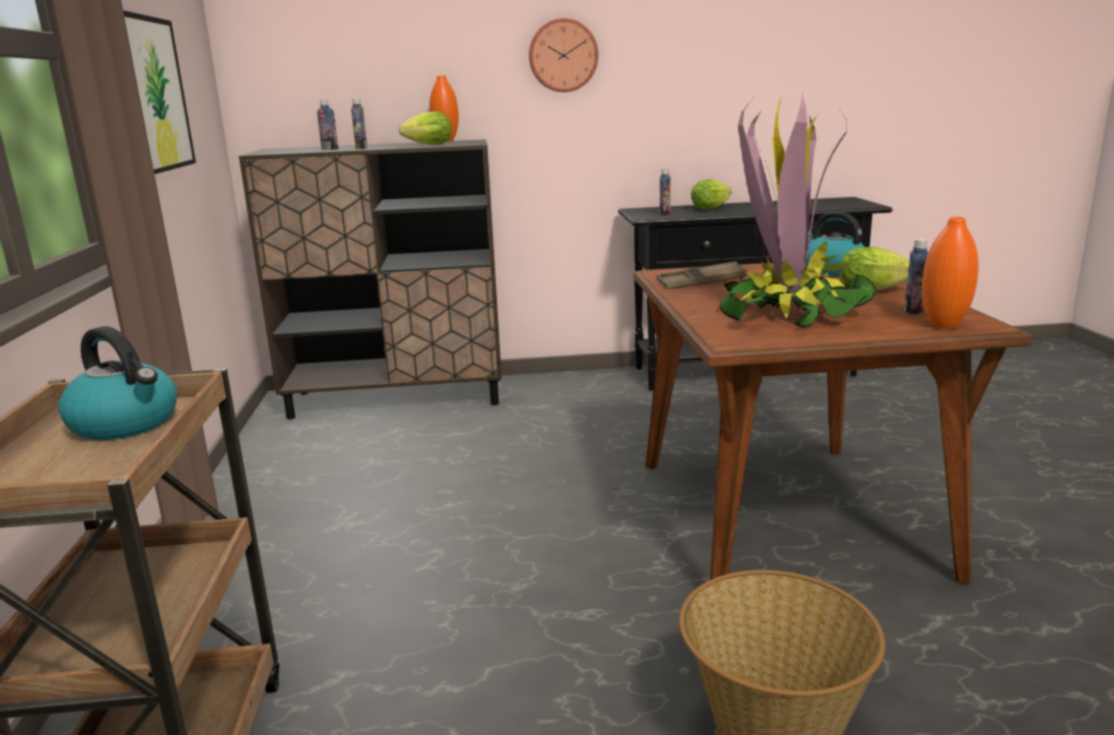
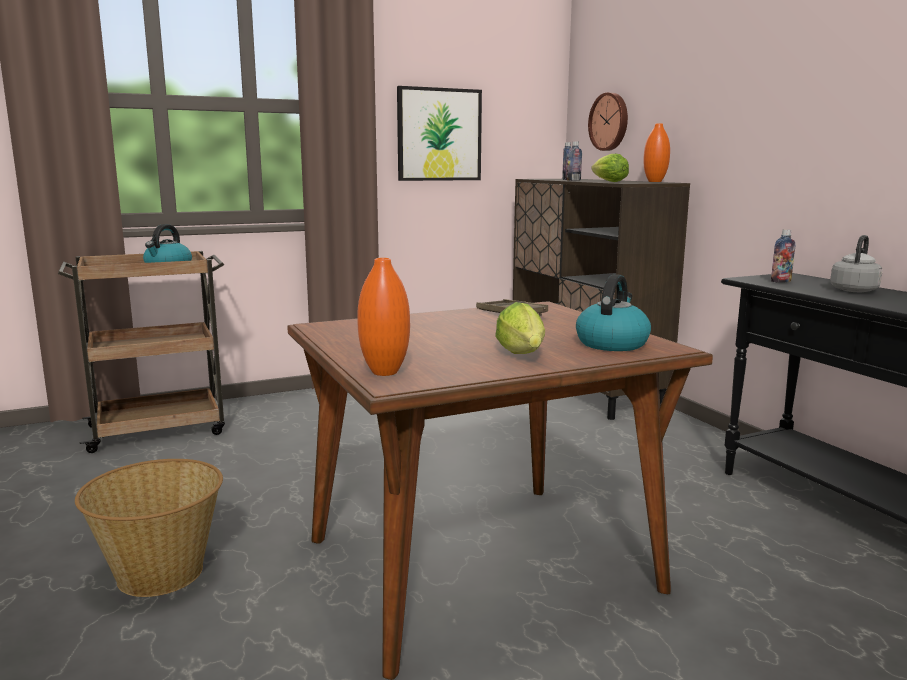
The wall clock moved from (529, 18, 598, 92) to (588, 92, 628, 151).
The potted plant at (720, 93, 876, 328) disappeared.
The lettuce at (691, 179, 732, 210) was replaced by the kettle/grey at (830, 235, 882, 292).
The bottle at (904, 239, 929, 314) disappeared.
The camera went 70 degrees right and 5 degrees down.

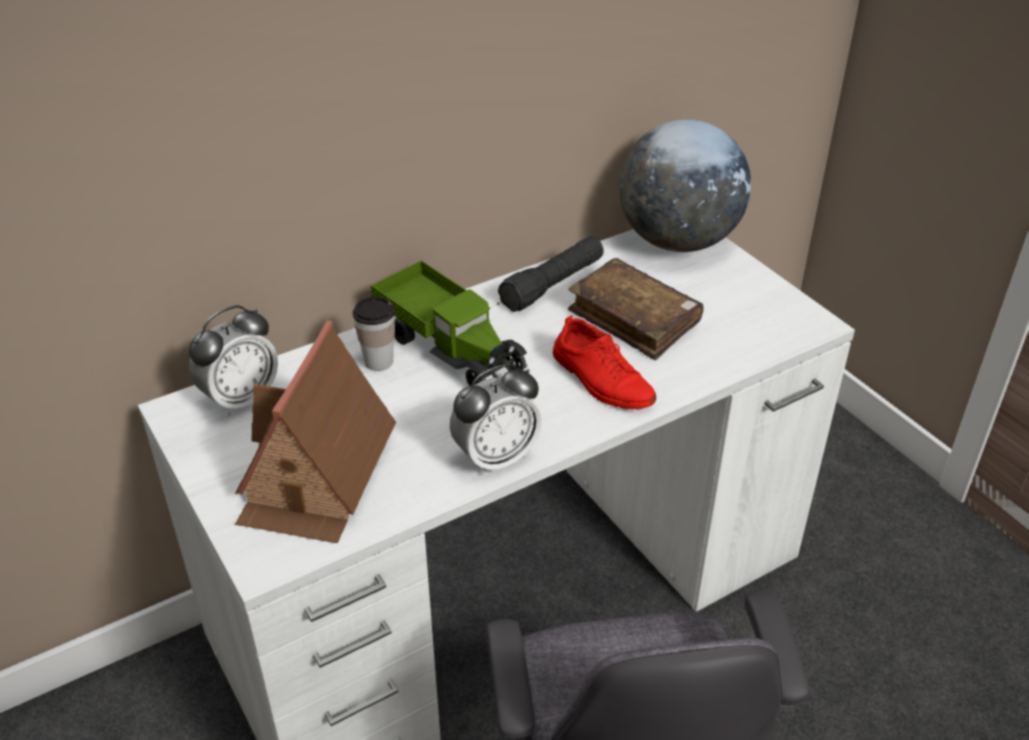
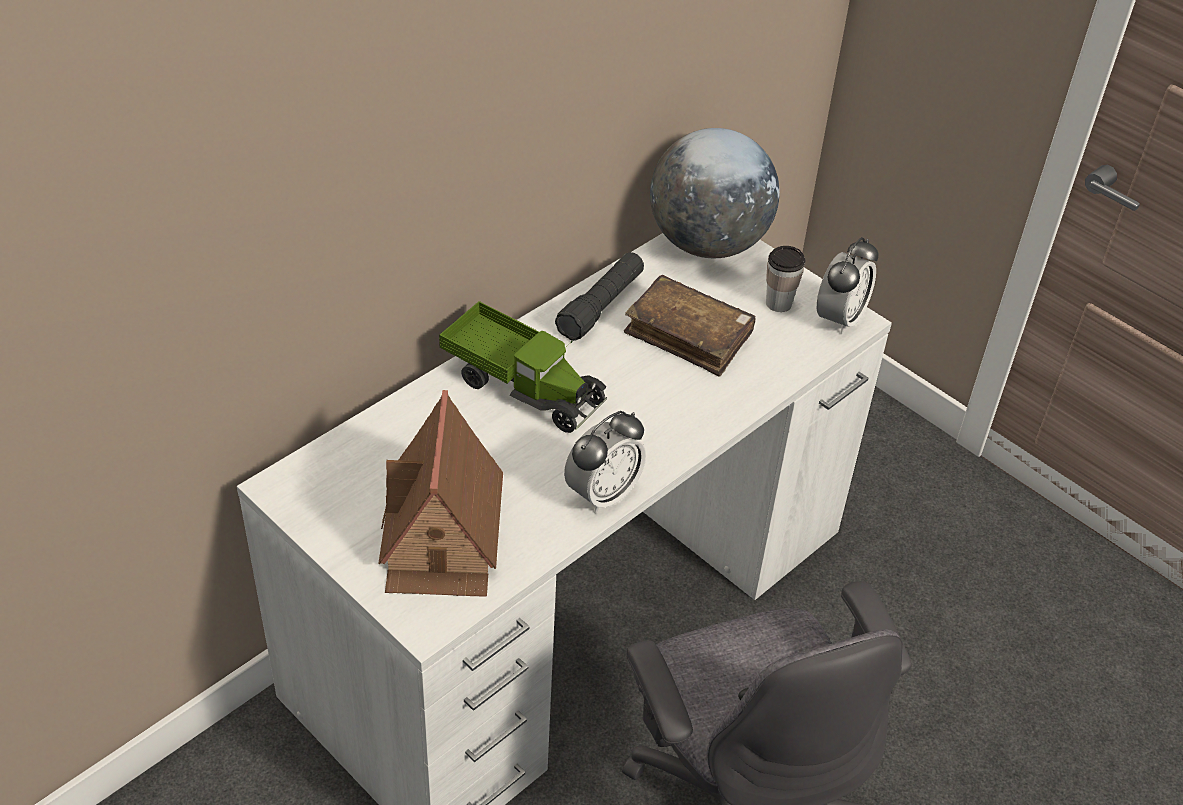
The cup moved from (353, 296, 395, 371) to (766, 246, 805, 312).
The alarm clock moved from (189, 305, 278, 416) to (817, 237, 879, 334).
The shoe/red at (553, 315, 656, 409) disappeared.
The camera went 15 degrees left and 5 degrees up.

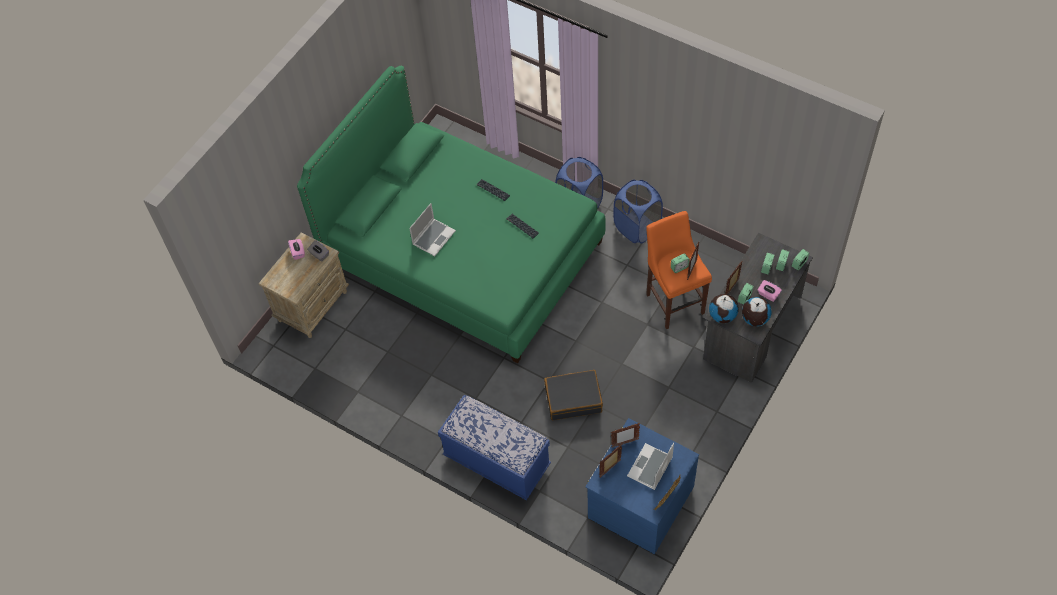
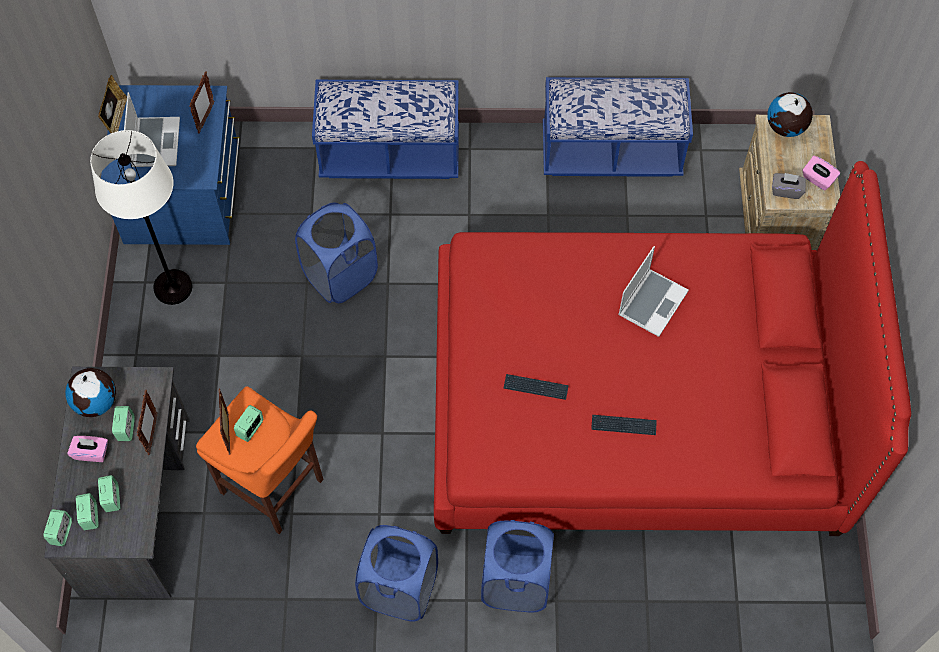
The bed/green at (297, 66, 606, 363) became the bed/red at (434, 161, 911, 536).
The laptop at (409, 203, 456, 256) turned 150 degrees counterclockwise.
The globe moved from (709, 294, 739, 323) to (767, 92, 813, 137).
The suitcase/black at (544, 370, 603, 420) was replaced by the laundry basket/blue at (295, 202, 378, 303).
The picture frame at (611, 423, 640, 447) disappeared.
The bench/blue at (543, 77, 693, 177) appeared.
The floor lamp/white at (90, 130, 192, 305) appeared.
The camera went 145 degrees right and 5 degrees up.

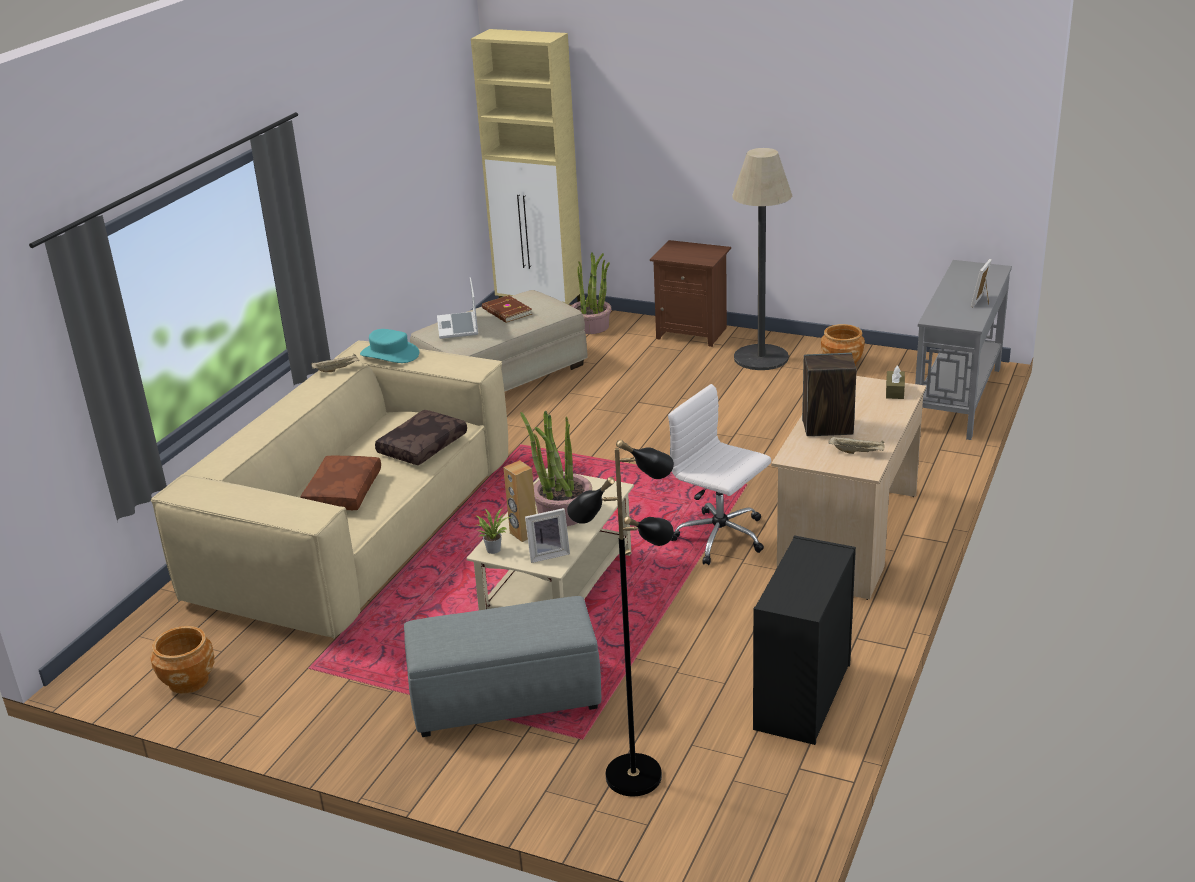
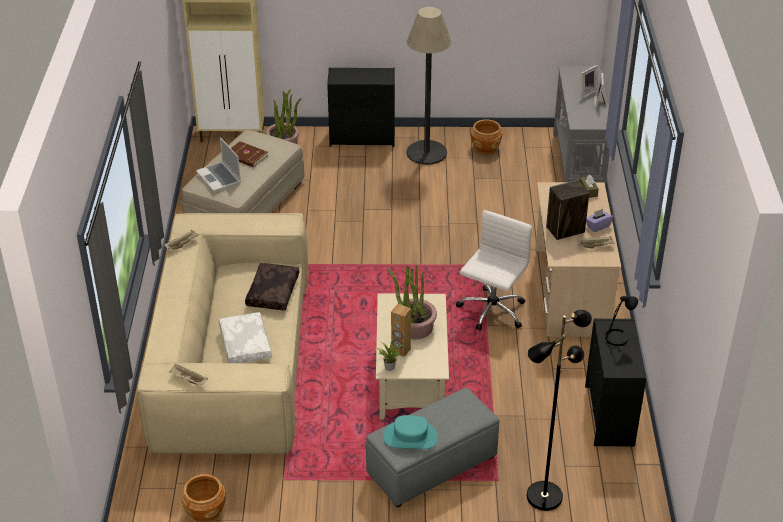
The nightstand/brown at (650, 240, 731, 347) was replaced by the dresser/black at (327, 67, 395, 147).
The hat/turquoise moved from (360, 329, 419, 363) to (383, 415, 438, 449).
The office chair/white at (668, 384, 771, 565) turned 105 degrees clockwise.
The pillow/brown at (300, 456, 381, 510) became the pillow/white at (219, 312, 272, 363).
The picture frame moved from (525, 508, 570, 563) to (581, 65, 598, 98).
The tissue box/purple at (586, 209, 613, 232) appeared.
The table lamp/black at (605, 296, 638, 349) appeared.
The tray/beige at (169, 364, 208, 385) appeared.
The camera went 25 degrees left and 10 degrees up.

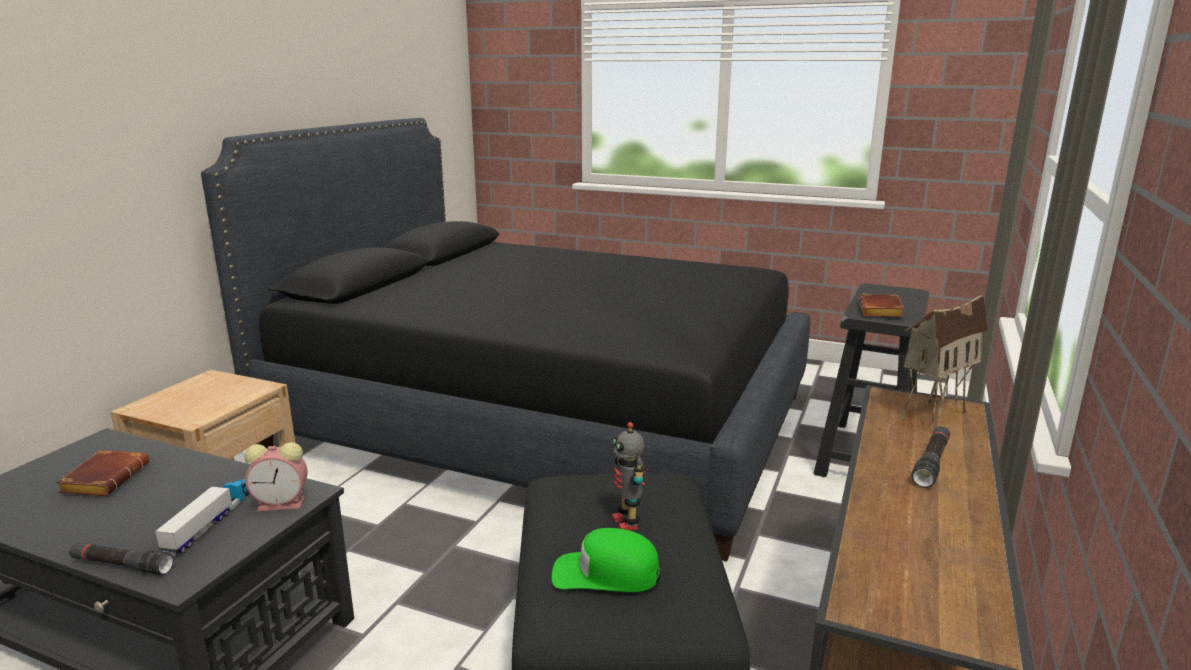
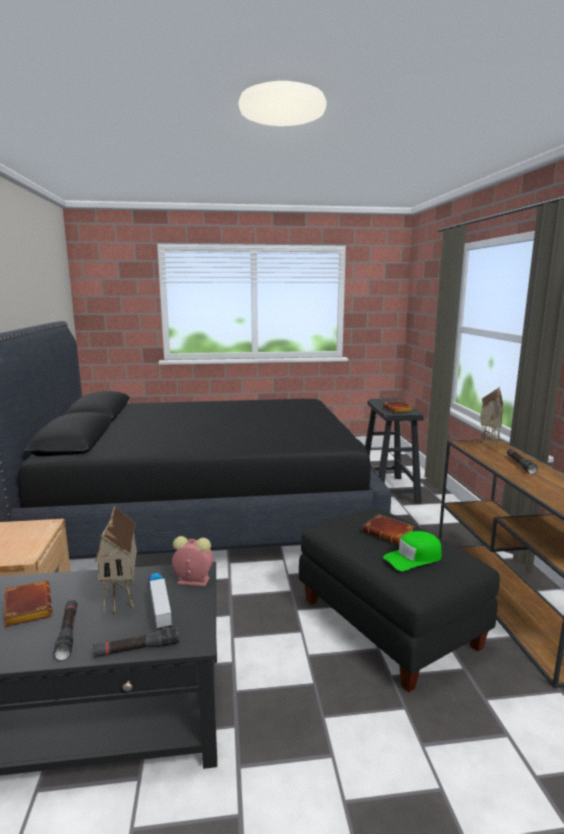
The toy robot at (612, 422, 646, 531) was replaced by the book/brown at (362, 514, 414, 545).
The alarm clock at (244, 442, 308, 511) turned 135 degrees counterclockwise.
The toy house at (95, 505, 137, 615) appeared.
The flashlight/black at (54, 600, 77, 661) appeared.
The camera went 30 degrees left and 5 degrees down.

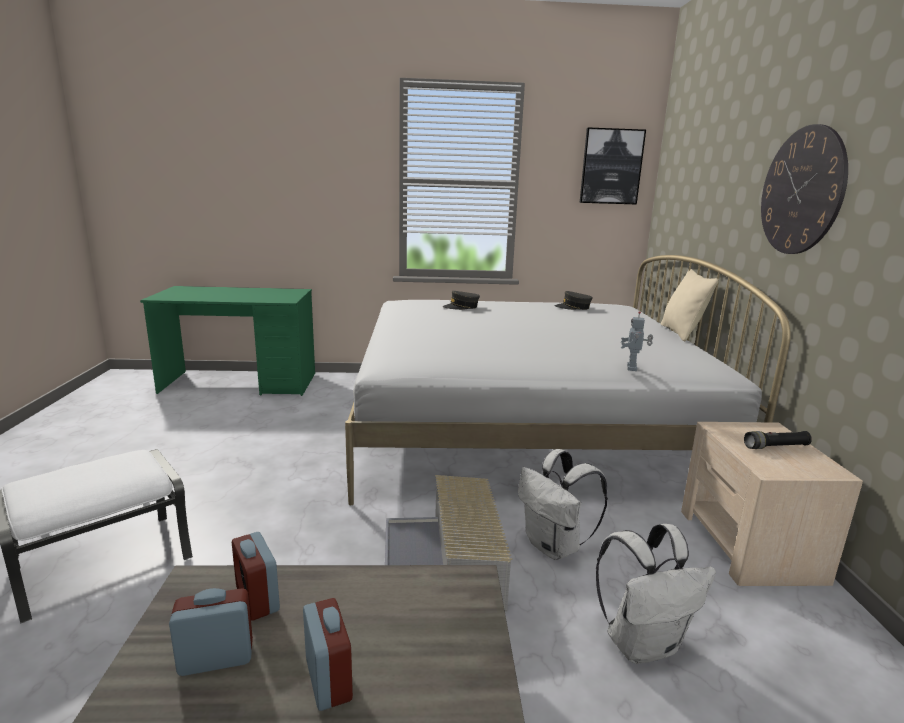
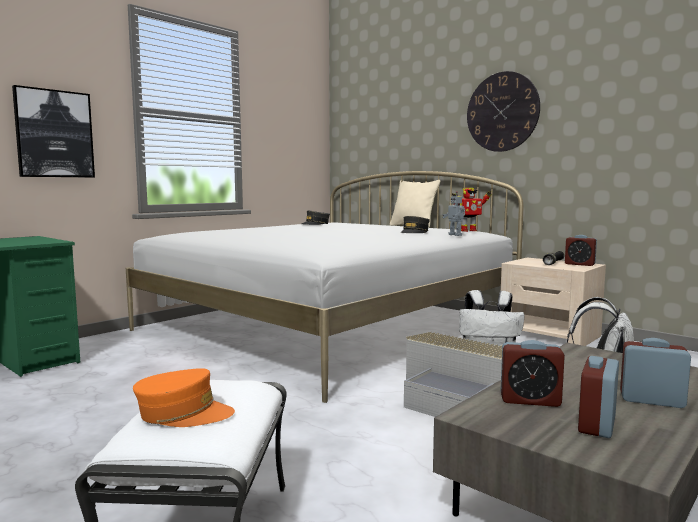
The picture moved from (580, 127, 646, 205) to (12, 85, 95, 178).
The cap/grey moved from (443, 291, 480, 310) to (401, 216, 430, 233).
The toy robot at (452, 188, 492, 232) appeared.
The alarm clock at (565, 235, 597, 266) appeared.
The cap/orange at (133, 368, 235, 427) appeared.
The camera went 45 degrees left and 10 degrees down.

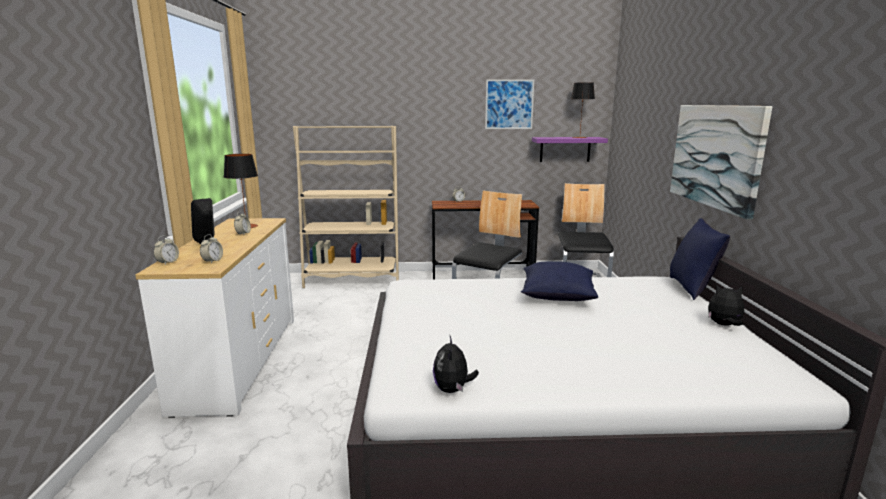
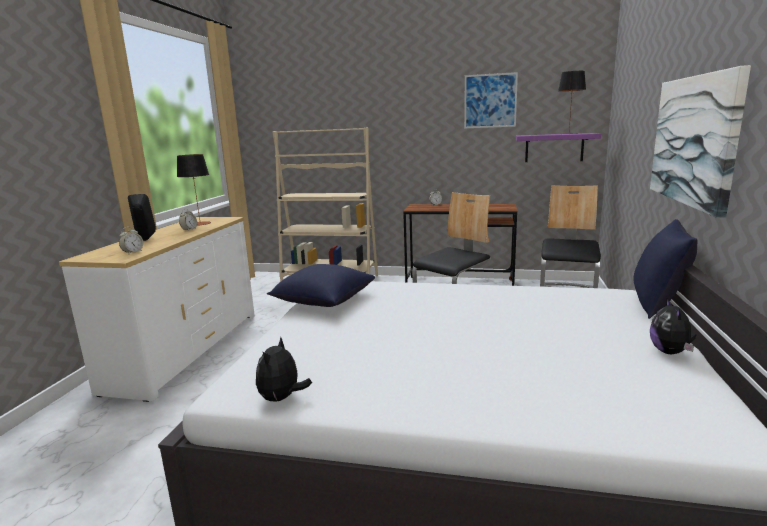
The alarm clock at (154, 236, 179, 264) disappeared.
The pillow/blue moved from (521, 262, 598, 301) to (267, 264, 375, 307).
The plush toy at (708, 285, 744, 326) turned 105 degrees counterclockwise.
The camera went 15 degrees right and 0 degrees up.

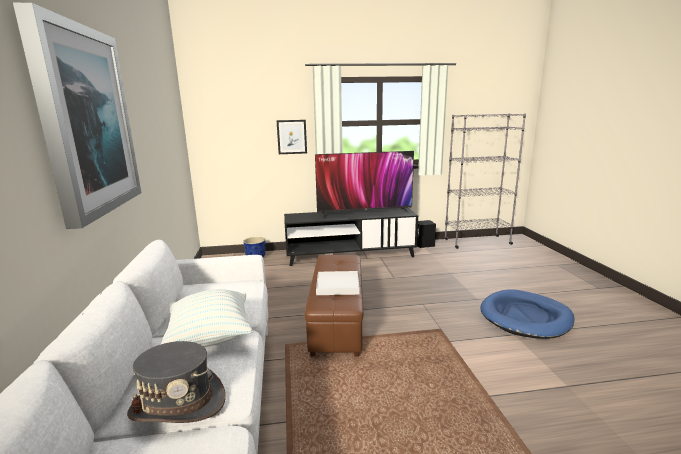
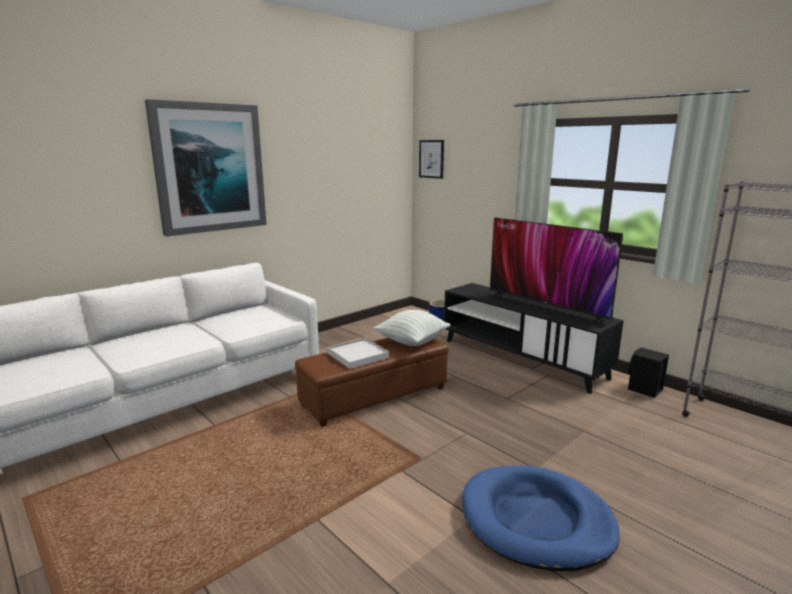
The picture moved from (276, 120, 307, 154) to (419, 140, 444, 179).
The pillow moved from (160, 289, 252, 347) to (373, 310, 451, 346).
The hat/grey at (127, 341, 226, 423) disappeared.
The camera went 55 degrees right and 0 degrees up.

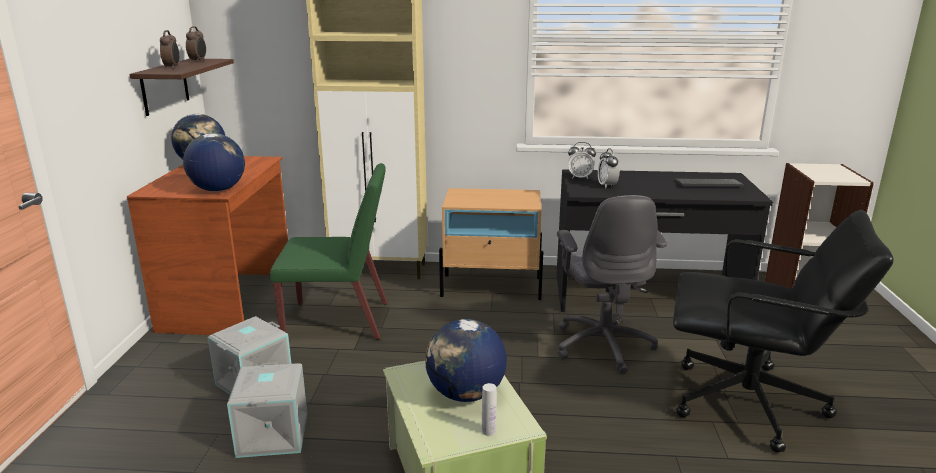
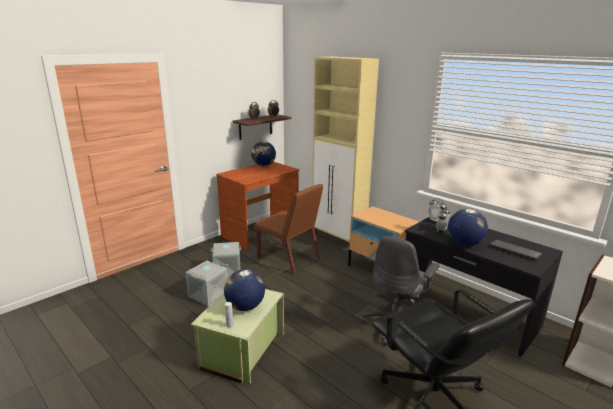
The globe moved from (183, 133, 245, 191) to (448, 209, 488, 246).
The chair/green at (270, 163, 388, 340) became the chair/brown at (254, 184, 323, 274).
The camera went 40 degrees right and 0 degrees up.

